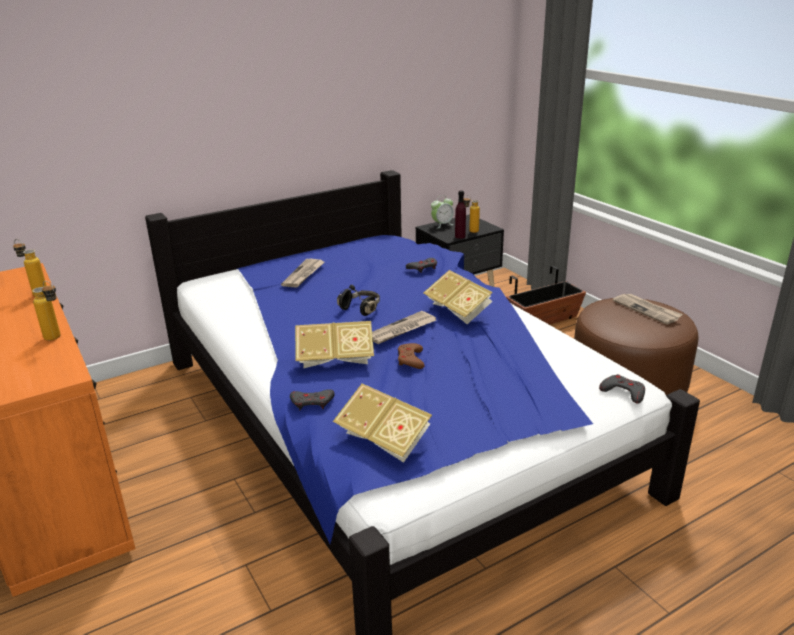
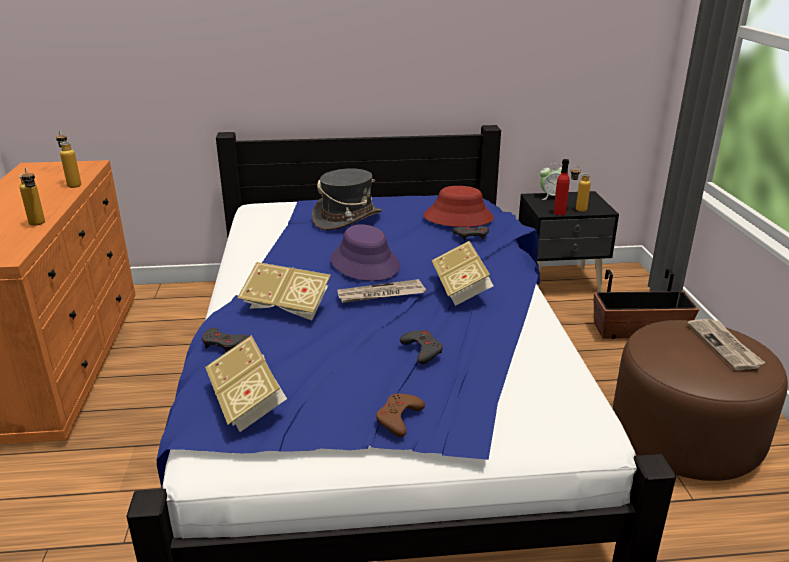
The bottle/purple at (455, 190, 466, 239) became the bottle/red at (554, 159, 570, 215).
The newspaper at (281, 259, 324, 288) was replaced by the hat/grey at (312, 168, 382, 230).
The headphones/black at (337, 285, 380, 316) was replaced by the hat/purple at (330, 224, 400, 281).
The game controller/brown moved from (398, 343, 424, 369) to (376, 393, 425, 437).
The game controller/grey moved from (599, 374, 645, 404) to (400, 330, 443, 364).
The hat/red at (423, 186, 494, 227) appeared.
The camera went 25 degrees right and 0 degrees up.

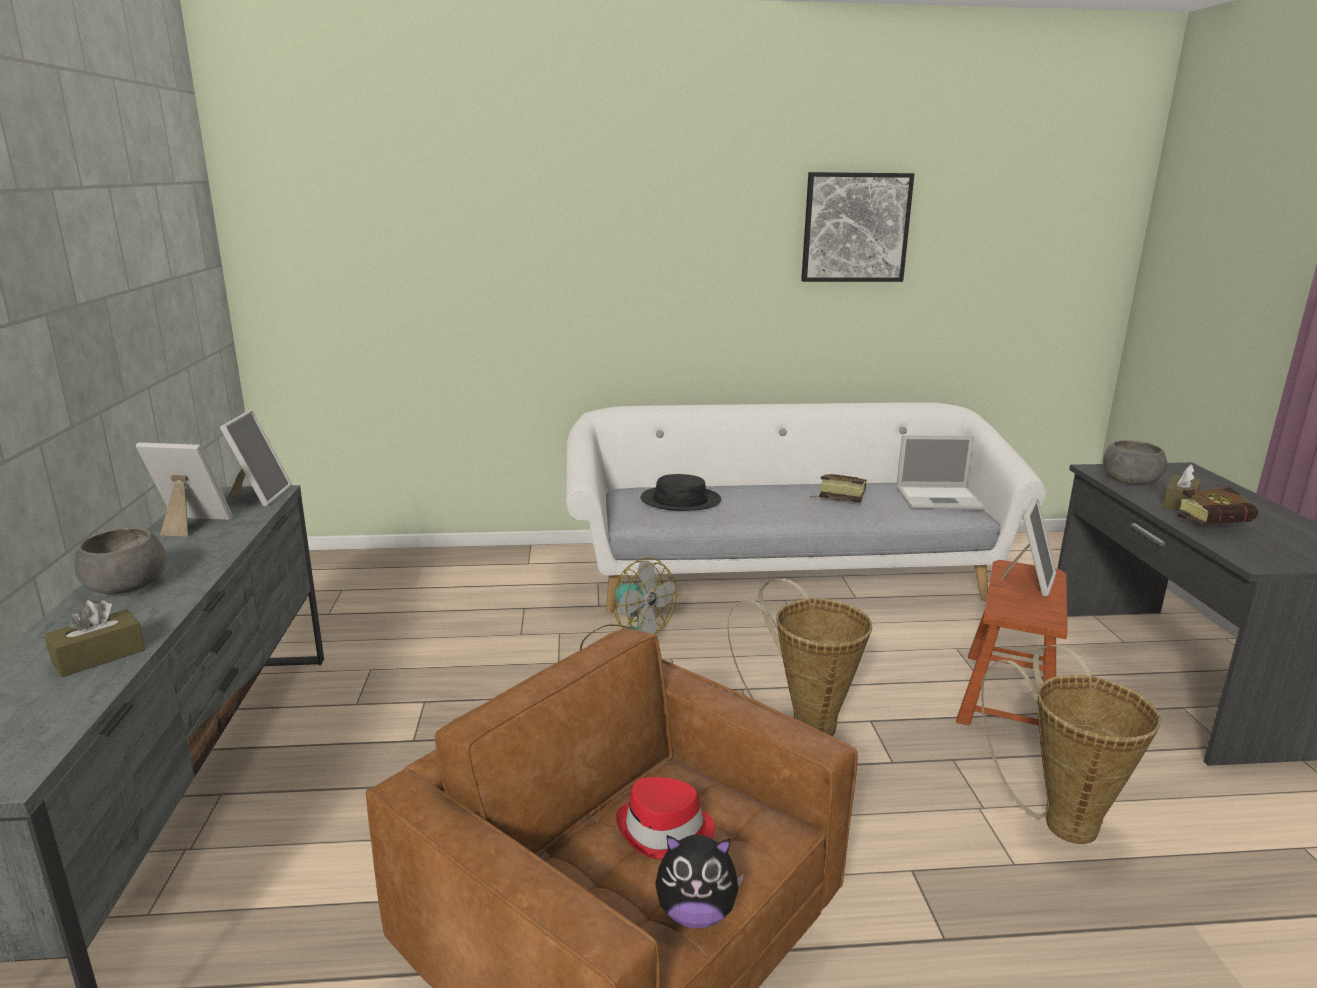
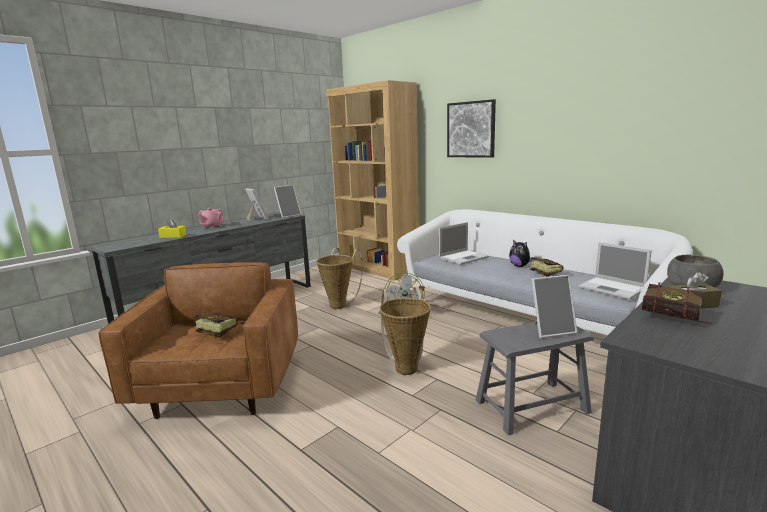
The picture moved from (801, 172, 914, 282) to (447, 99, 496, 158).
The hat/black at (641, 474, 721, 511) was replaced by the laptop at (439, 222, 489, 265).
The bowl/grey at (74, 528, 166, 594) was replaced by the teapot/pink at (198, 208, 223, 229).
The stool/brown at (956, 560, 1068, 726) became the stool/grey at (476, 322, 594, 435).
The tissue box/brown at (44, 600, 145, 677) became the tissue box/yellow at (158, 218, 186, 238).
The basket moved from (981, 645, 1161, 844) to (317, 248, 363, 309).
The hat/red at (616, 777, 715, 860) was replaced by the book at (194, 313, 238, 338).
The plush toy moved from (655, 834, 744, 929) to (509, 239, 534, 267).
The bookcase/brown at (326, 80, 419, 281) appeared.
The camera went 50 degrees right and 5 degrees down.

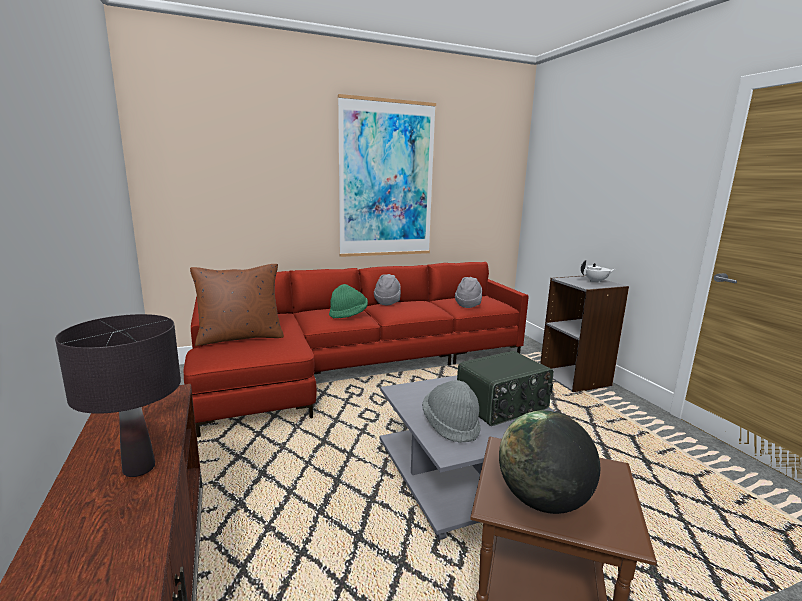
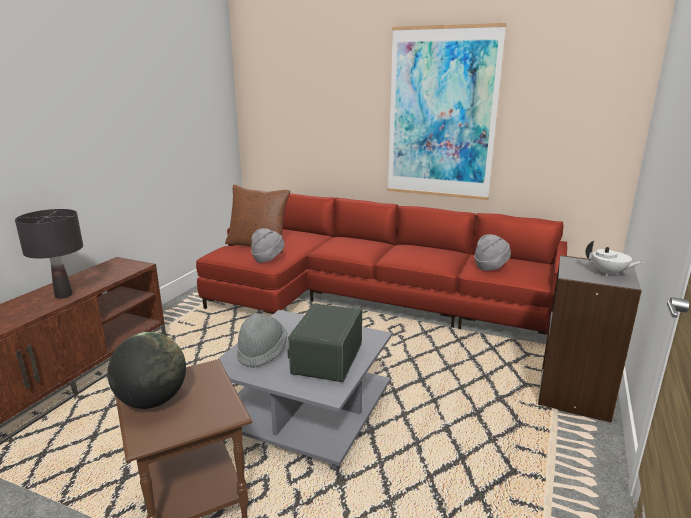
The hat/grey moved from (374, 274, 401, 305) to (251, 228, 285, 263).
The hat/green at (329, 284, 368, 318) disappeared.
The radio at (457, 351, 554, 426) turned 90 degrees clockwise.
The camera went 45 degrees right and 5 degrees up.

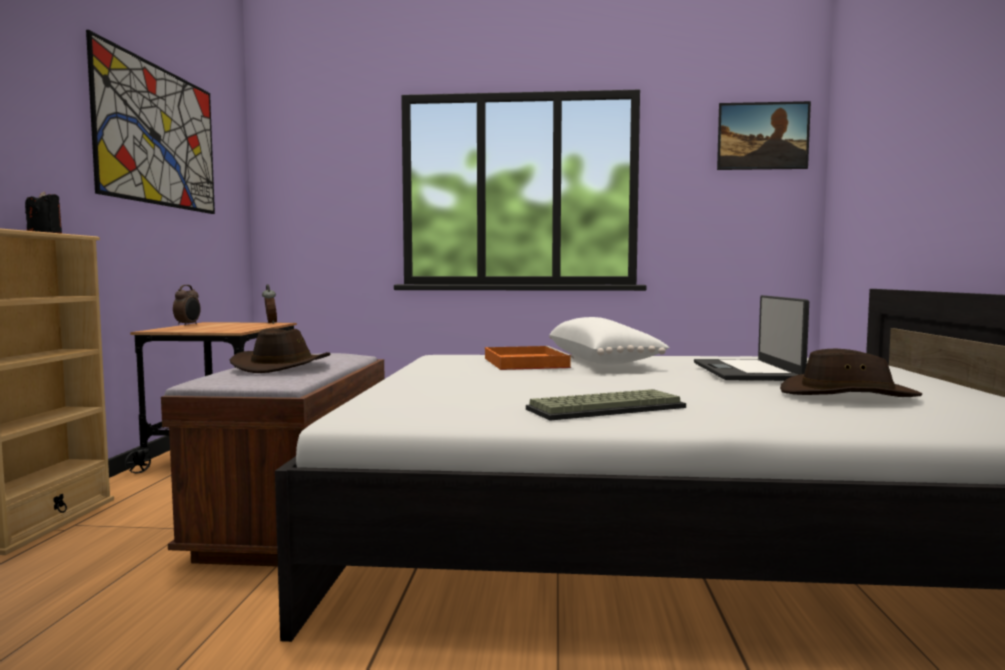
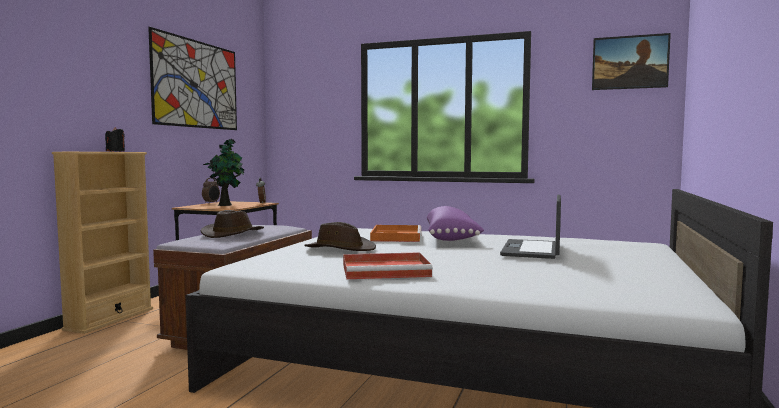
The pillow/white at (549, 317, 670, 365) became the pillow/purple at (427, 206, 484, 241).
The hat/brown moved from (780, 349, 922, 397) to (304, 222, 376, 251).
The keyboard at (526, 389, 686, 421) was replaced by the tray/red at (343, 252, 433, 279).
The potted plant at (203, 139, 244, 206) appeared.
The camera went 15 degrees right and 0 degrees up.

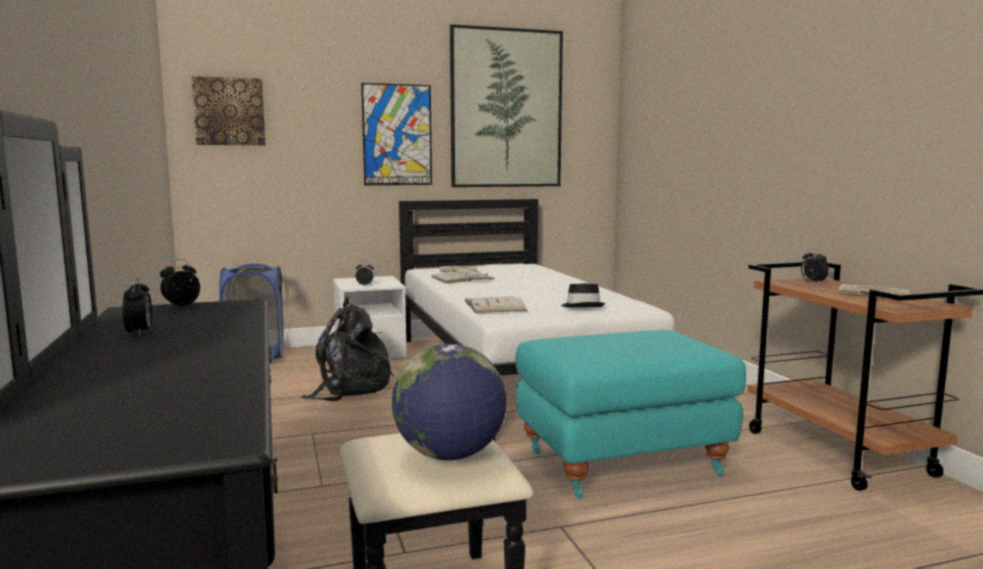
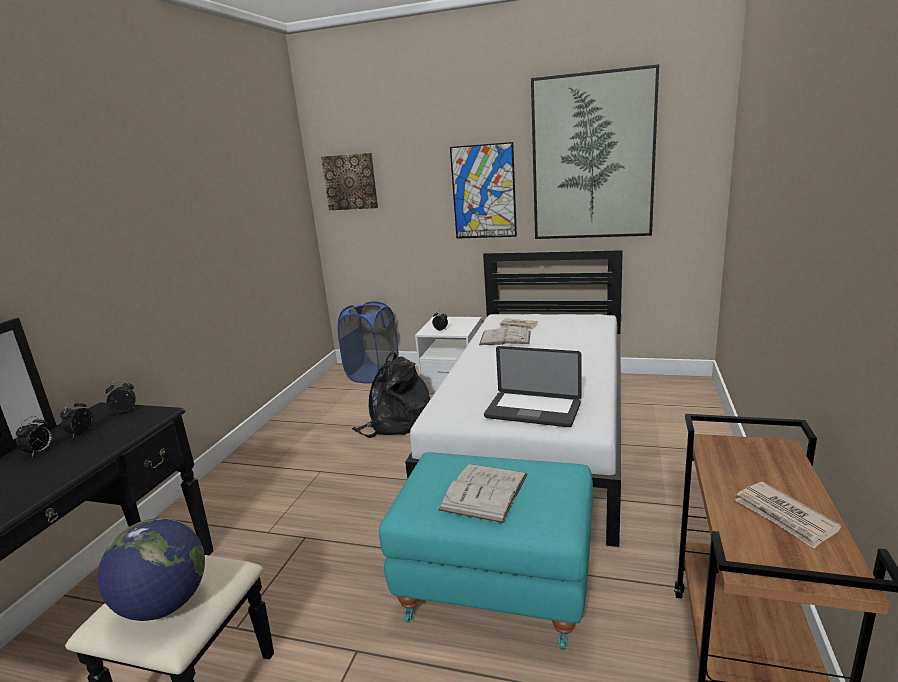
The alarm clock moved from (801, 249, 829, 284) to (60, 400, 93, 438).
The hat/black at (561, 283, 605, 307) was replaced by the laptop at (484, 346, 582, 427).
The book/white moved from (465, 297, 527, 313) to (438, 464, 527, 523).
The camera went 35 degrees right and 10 degrees up.

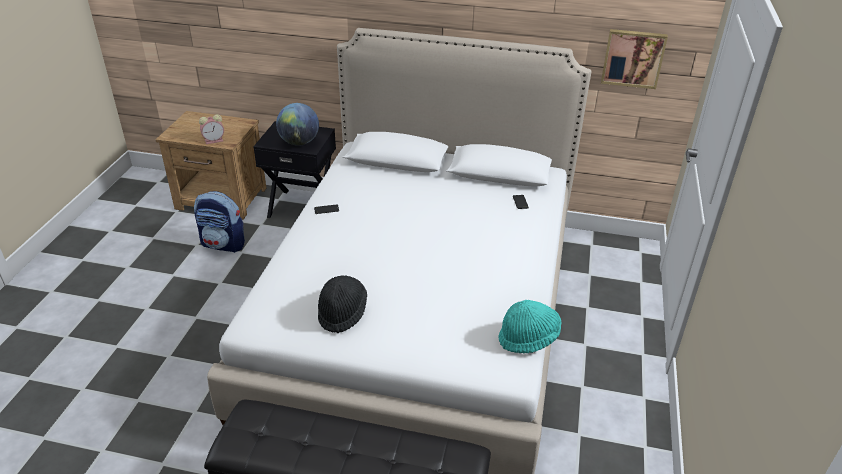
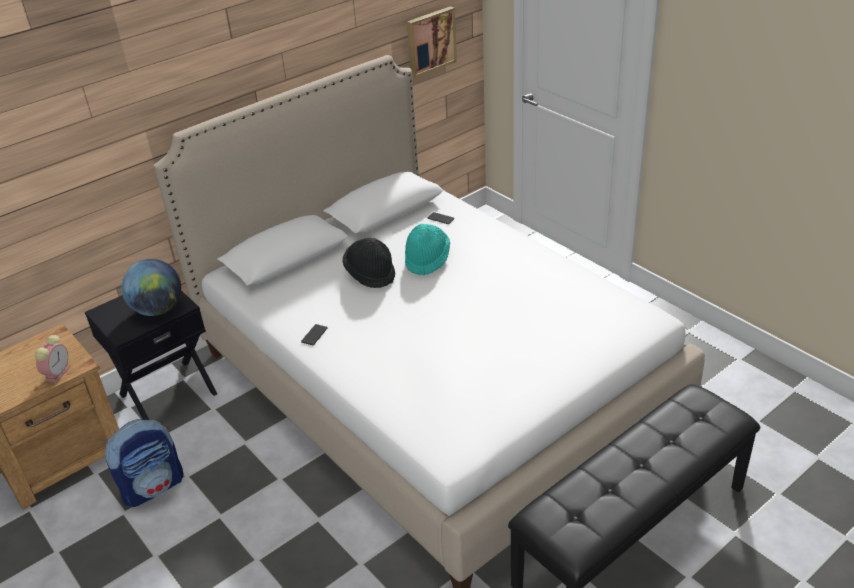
The hat/black moved from (318, 275, 367, 333) to (342, 238, 395, 288).
The hat/turquoise moved from (498, 300, 562, 353) to (405, 224, 450, 276).
The camera went 50 degrees left and 0 degrees up.

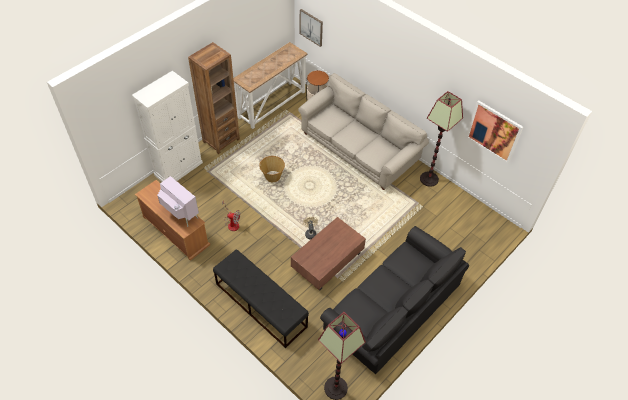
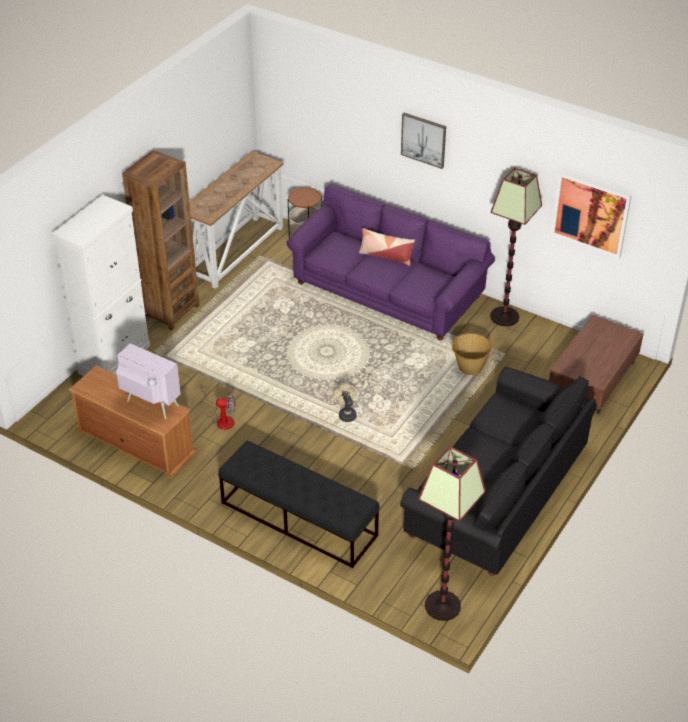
The picture moved from (300, 9, 323, 47) to (401, 113, 446, 169).
The sofa/beige at (298, 73, 429, 190) became the sofa/purple at (286, 184, 495, 341).
The basket moved from (259, 156, 285, 182) to (452, 333, 492, 375).
The coffee table/brown moved from (291, 217, 366, 290) to (549, 314, 643, 414).
The pillow at (359, 228, 415, 266) appeared.
The camera went 10 degrees left and 10 degrees down.

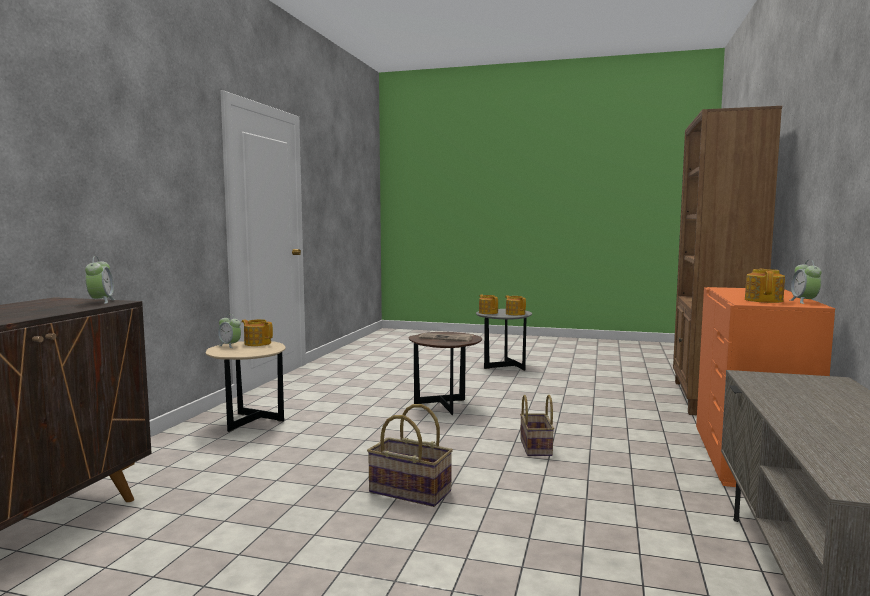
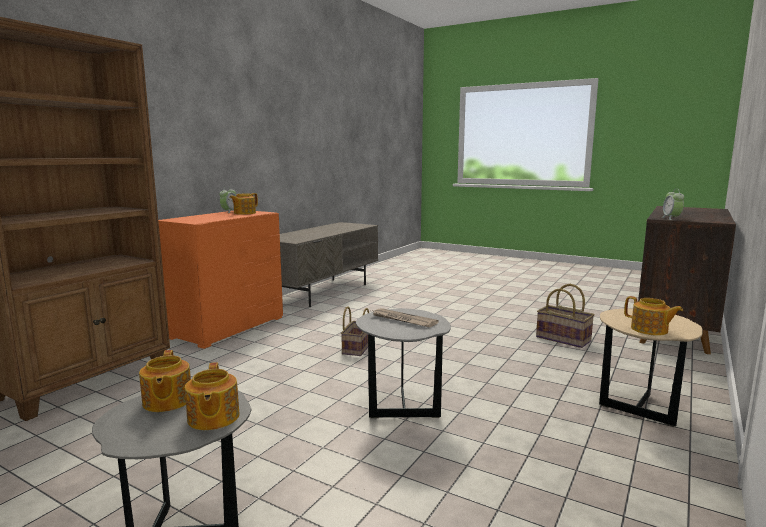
The alarm clock at (218, 314, 241, 348) disappeared.
The side table/brown at (409, 332, 482, 415) became the side table/grey at (356, 308, 451, 418).
The basket moved from (367, 404, 453, 507) to (536, 284, 595, 348).
The camera went 165 degrees left and 5 degrees up.

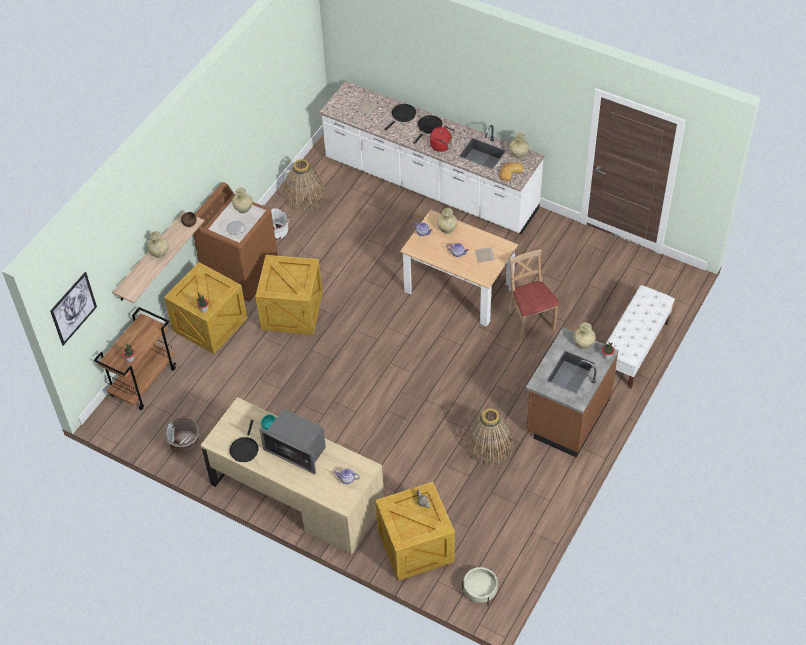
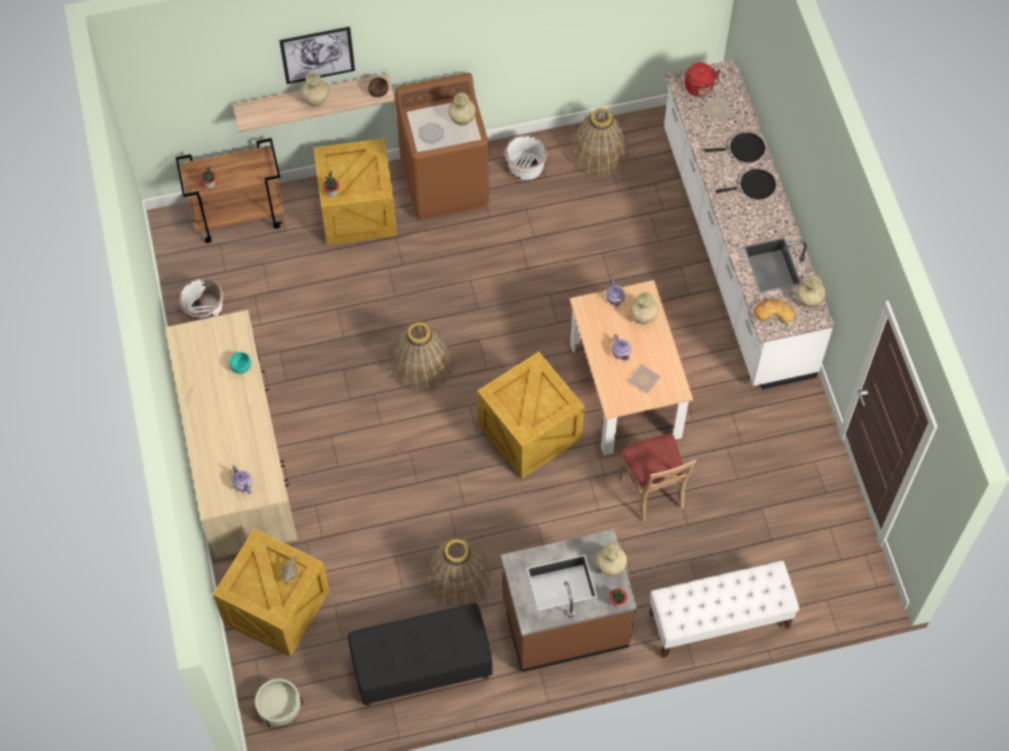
The kettle/red moved from (430, 126, 455, 152) to (685, 63, 720, 97).
The chair/beige at (509, 249, 559, 341) turned 135 degrees clockwise.
The crate moved from (255, 255, 323, 335) to (477, 352, 585, 479).
The picture moved from (50, 272, 97, 345) to (279, 26, 355, 84).
The microwave at (259, 409, 326, 474) disappeared.
The frying pan/black at (230, 420, 259, 462) disappeared.
The basket at (390, 322, 453, 392) appeared.
The bench/black at (348, 604, 493, 706) appeared.
The camera went 45 degrees right and 10 degrees up.

